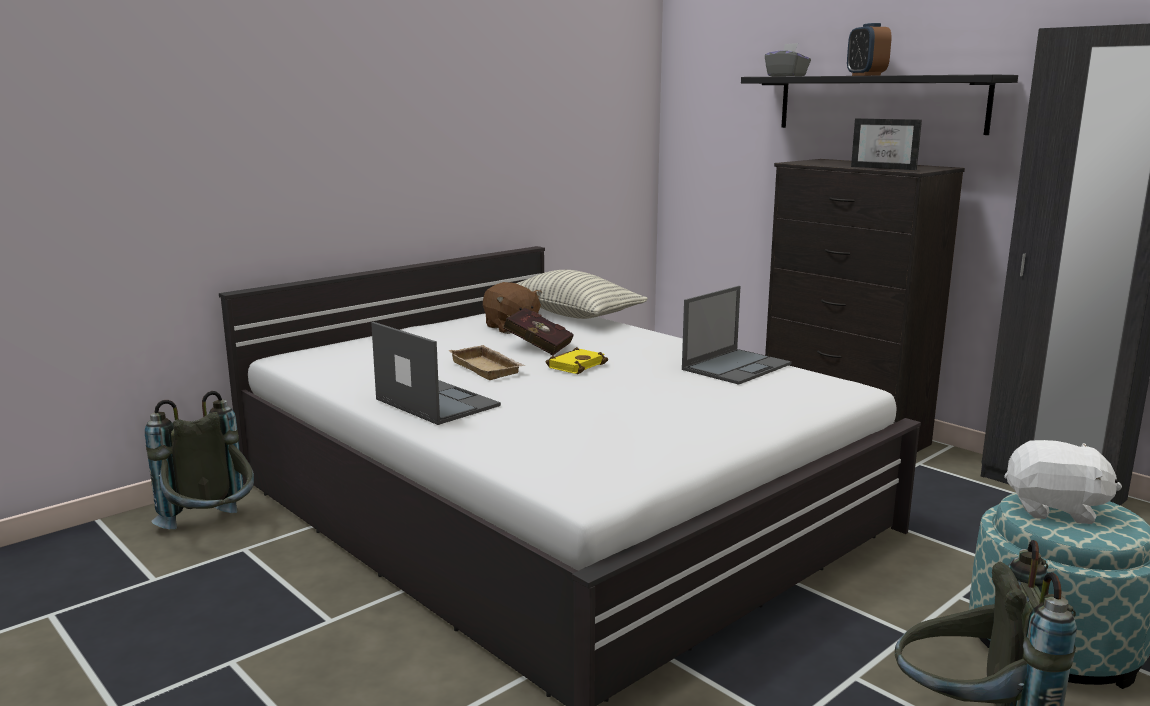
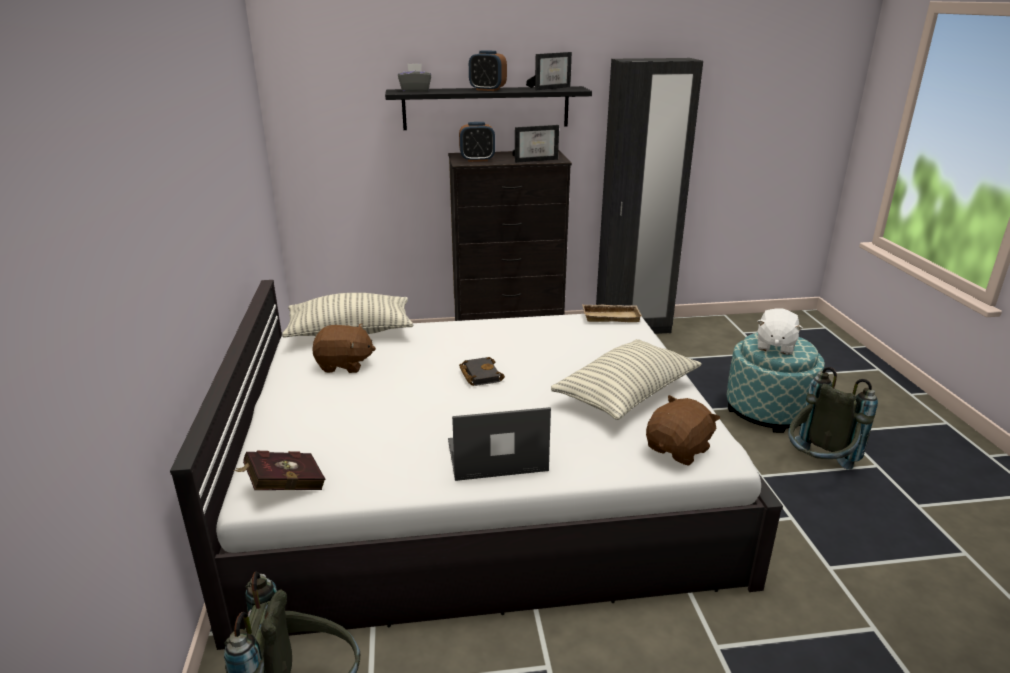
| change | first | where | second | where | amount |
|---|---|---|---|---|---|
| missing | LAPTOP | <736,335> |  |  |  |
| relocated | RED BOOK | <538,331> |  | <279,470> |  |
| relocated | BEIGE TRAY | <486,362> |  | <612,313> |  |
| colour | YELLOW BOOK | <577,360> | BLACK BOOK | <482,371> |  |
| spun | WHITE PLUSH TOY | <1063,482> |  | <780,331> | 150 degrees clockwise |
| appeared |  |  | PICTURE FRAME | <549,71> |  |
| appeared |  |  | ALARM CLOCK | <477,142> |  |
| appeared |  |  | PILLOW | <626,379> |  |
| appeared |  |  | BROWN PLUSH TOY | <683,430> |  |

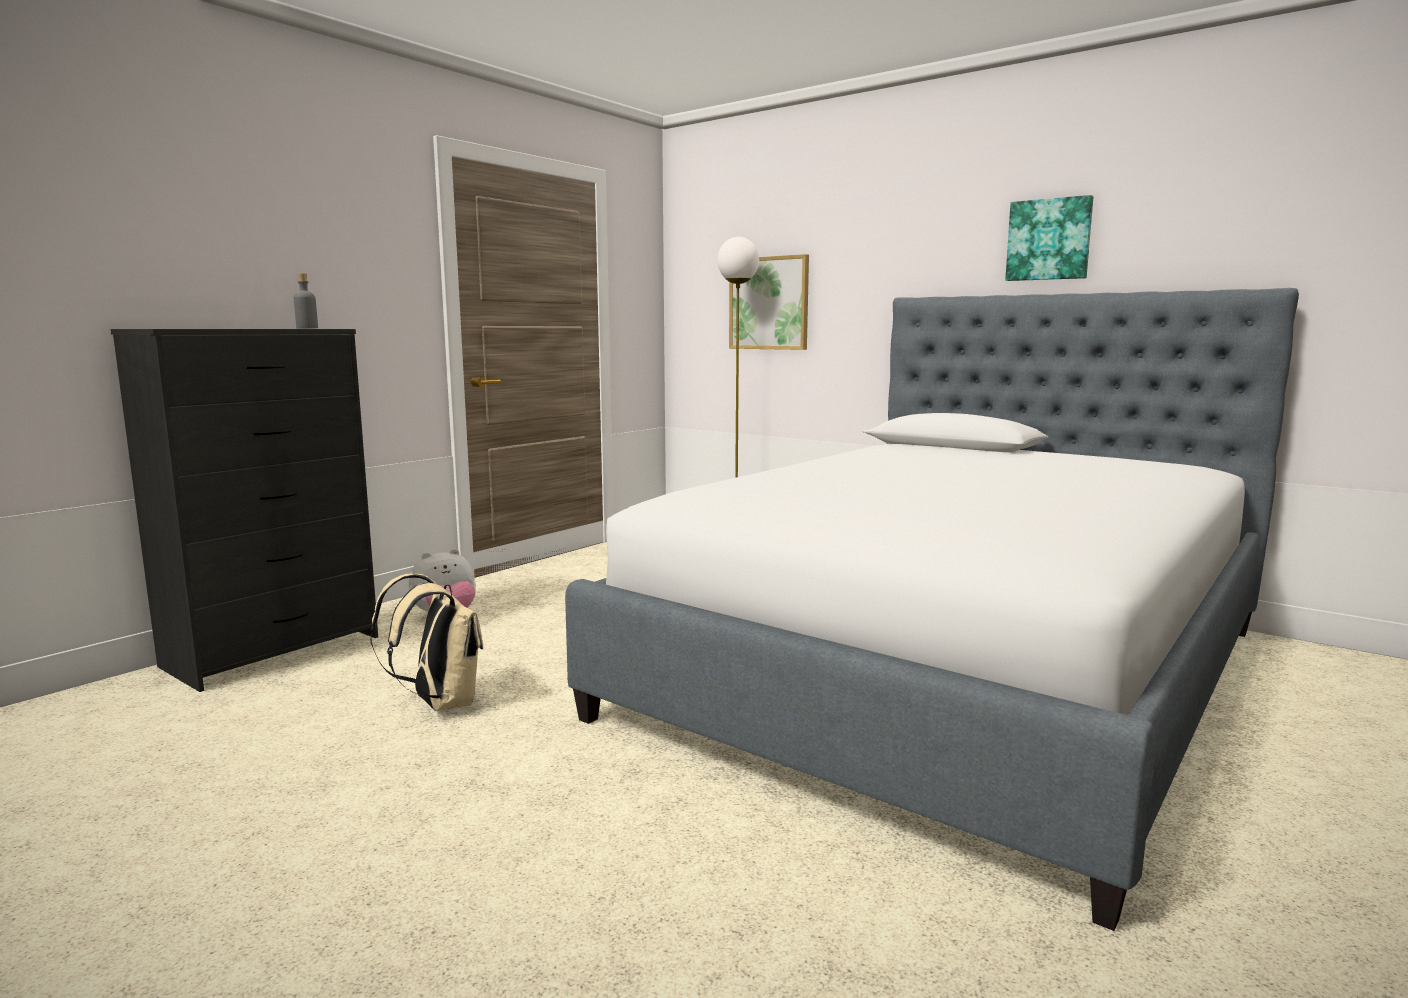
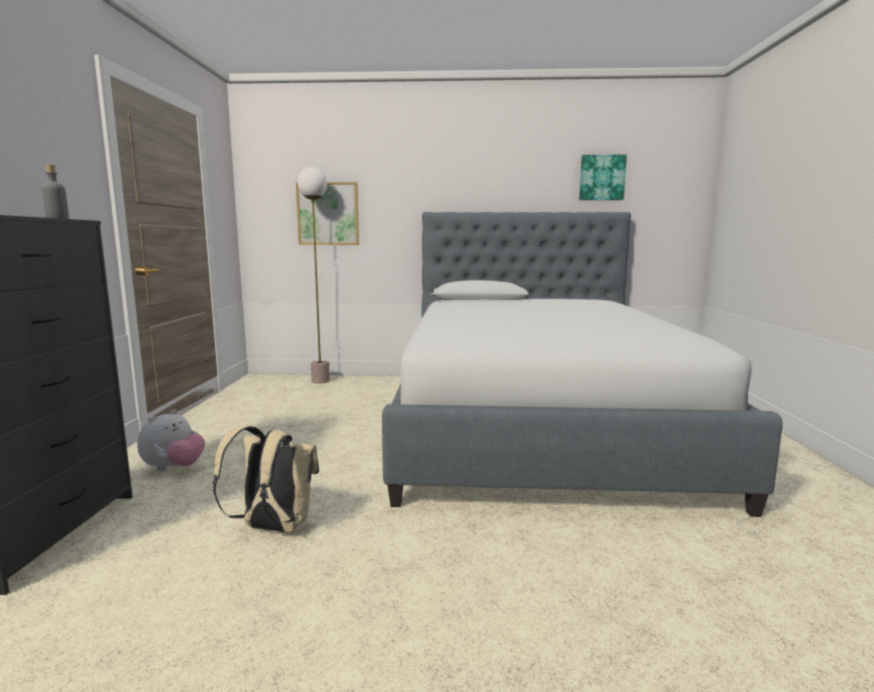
| change | first | where | second | where | amount |
|---|---|---|---|---|---|
| relocated | PICTURE | <1049,238> |  | <603,177> |  |

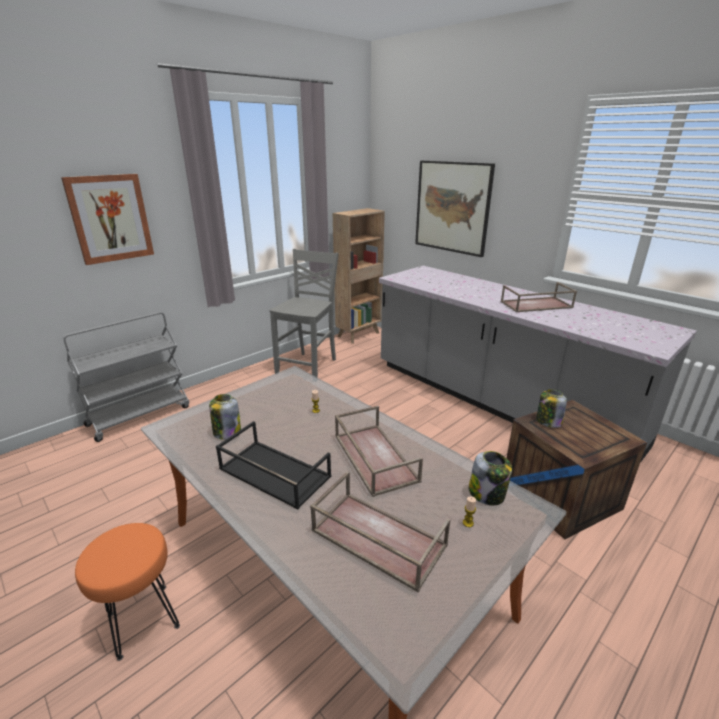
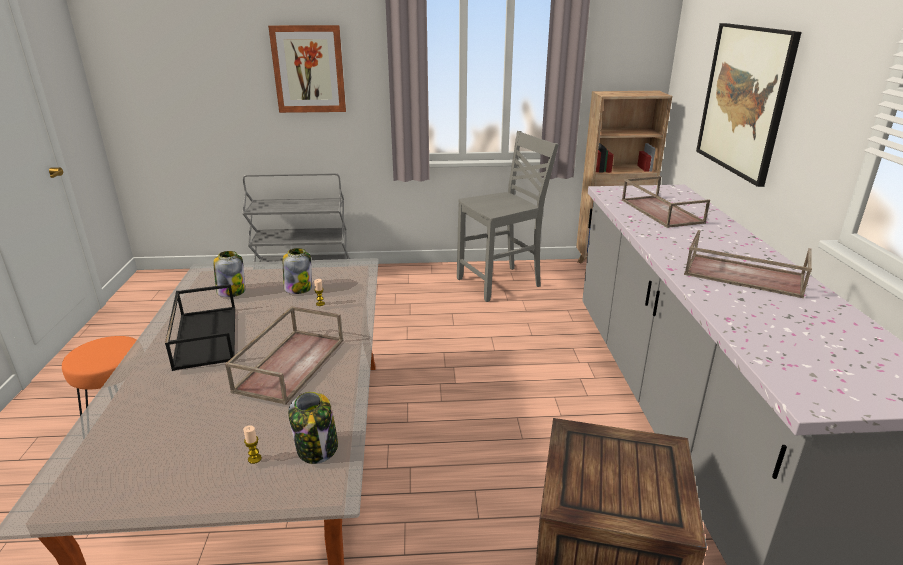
| change | first | where | second | where | amount |
|---|---|---|---|---|---|
| relocated | JAR | <551,408> |  | <297,271> |  |
| relocated | BROWN TRAY | <380,532> |  | <666,202> |  |

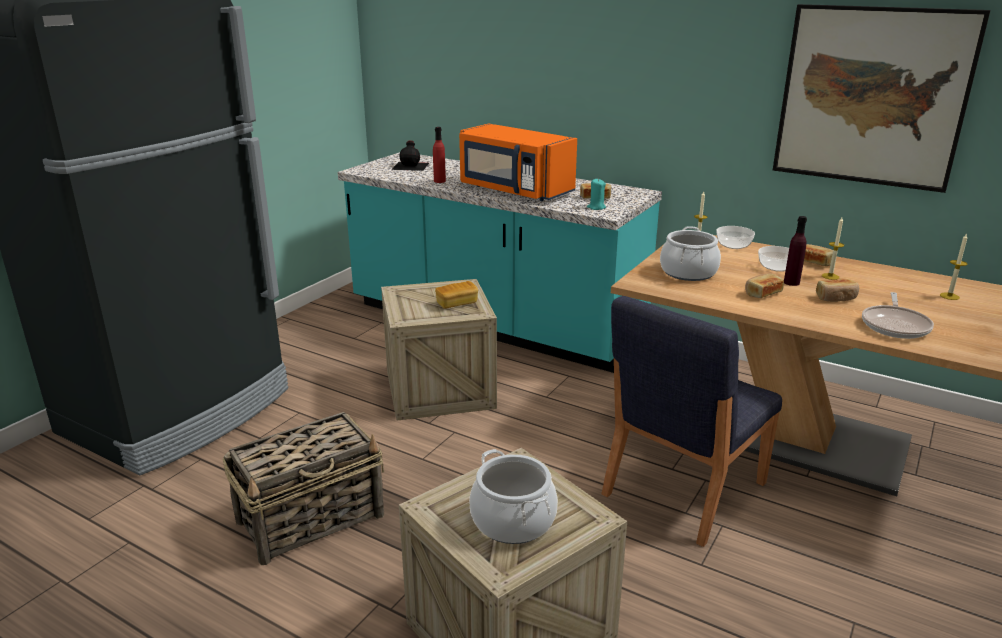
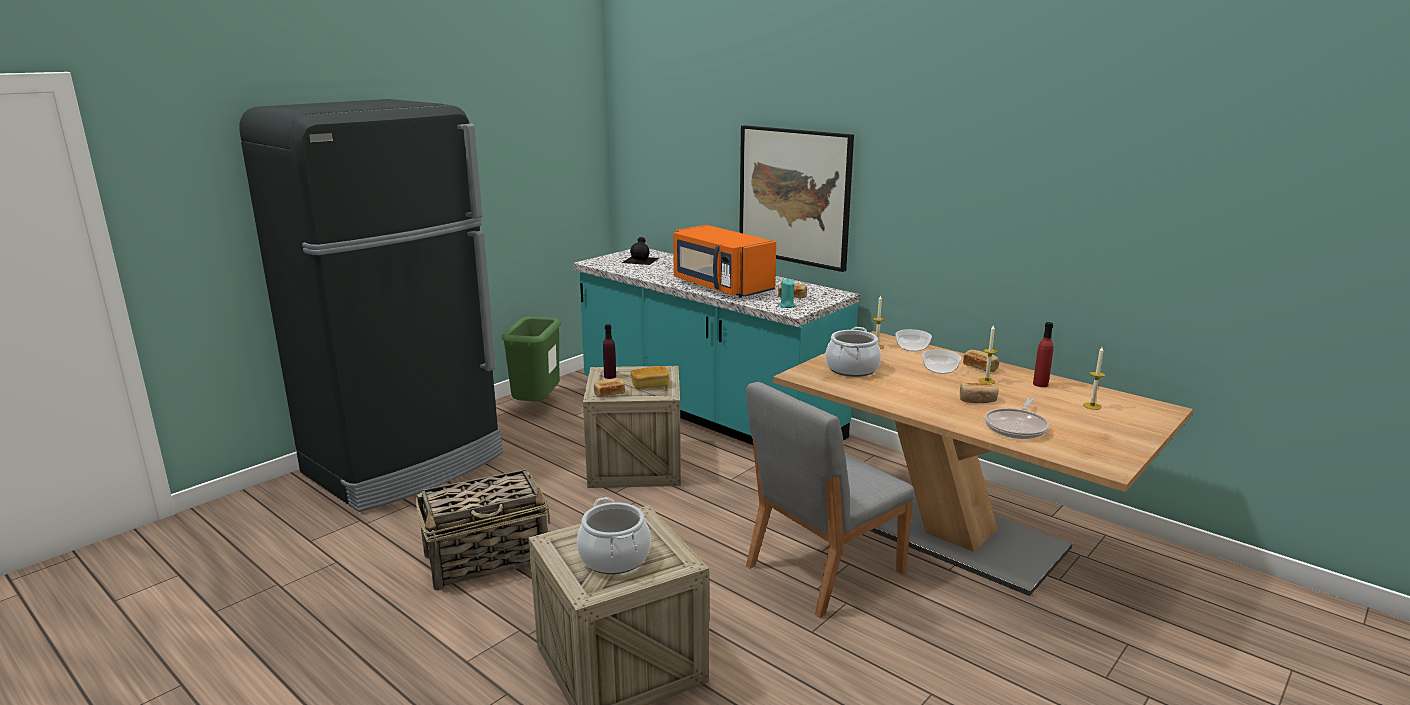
| change | first | where | second | where | amount |
|---|---|---|---|---|---|
| relocated | PICTURE | <881,98> |  | <796,198> |  |
| relocated | RED BOTTLE | <439,155> |  | <1043,354> |  |
| relocated | PURPLE BOTTLE | <795,251> |  | <609,351> |  |
| relocated | BREAD | <764,286> |  | <609,387> |  |
| colour | BLUE CHAIR | <691,421> | GREY CHAIR | <830,500> |  |
| appeared |  |  | GREEN TRASH CAN | <531,359> |  |

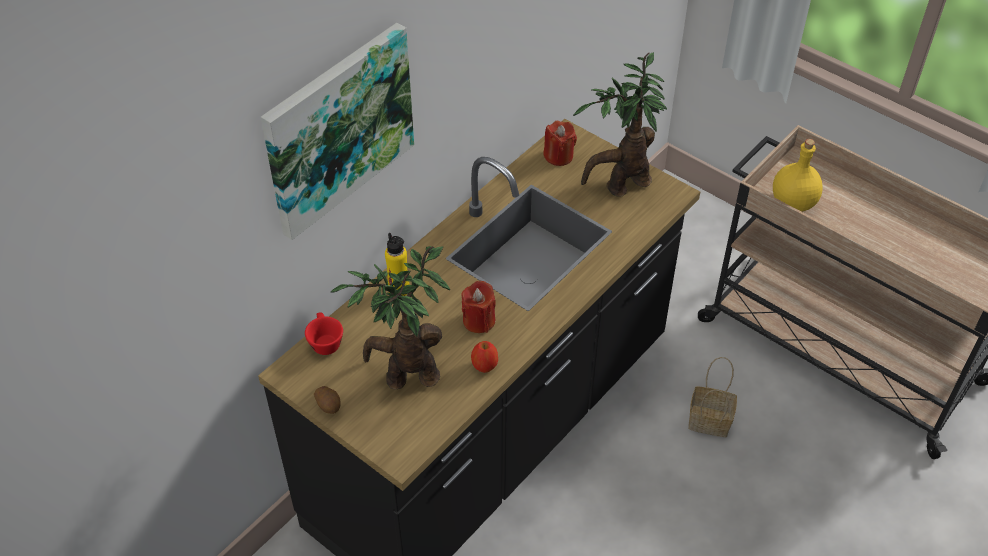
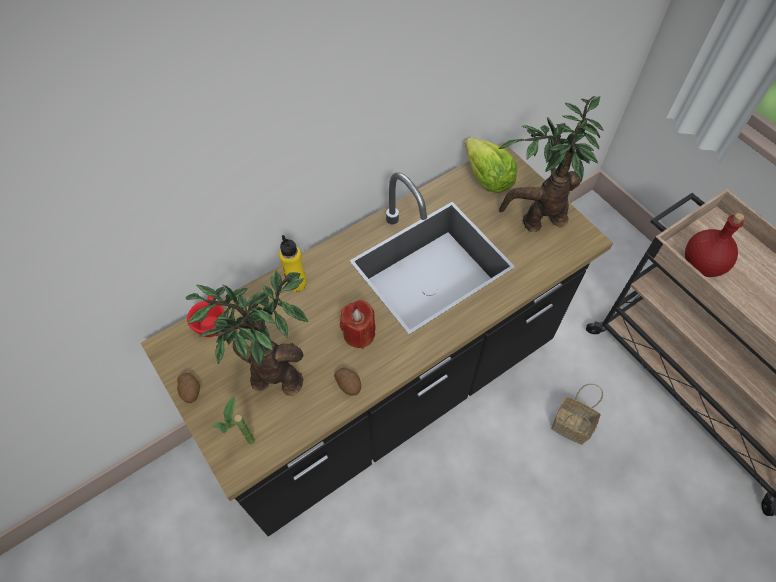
| change | first | where | second | where | amount |
|---|---|---|---|---|---|
| missing | PICTURE | <337,131> |  |  |  |
| exchanged | RED CANDLE | <560,143> | LETTUCE | <491,165> |  |
| colour | YELLOW BOTTLE | <798,175> | RED BOTTLE | <715,245> |  |
| exchanged | APPLE | <484,357> | POTATO | <347,381> |  |
| appeared |  |  | POTTED PLANT | <233,420> |  |

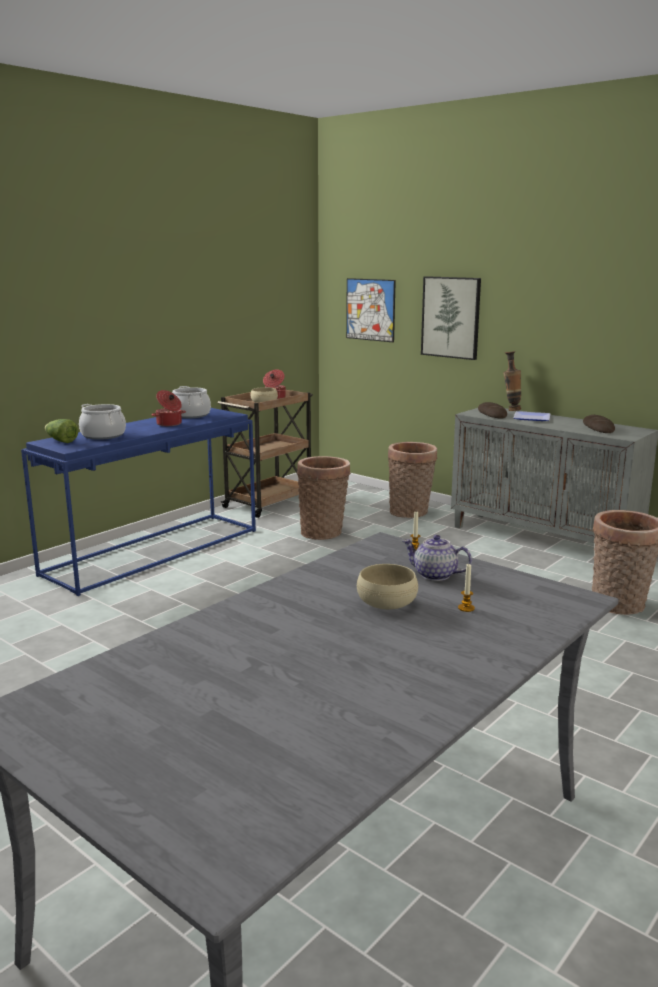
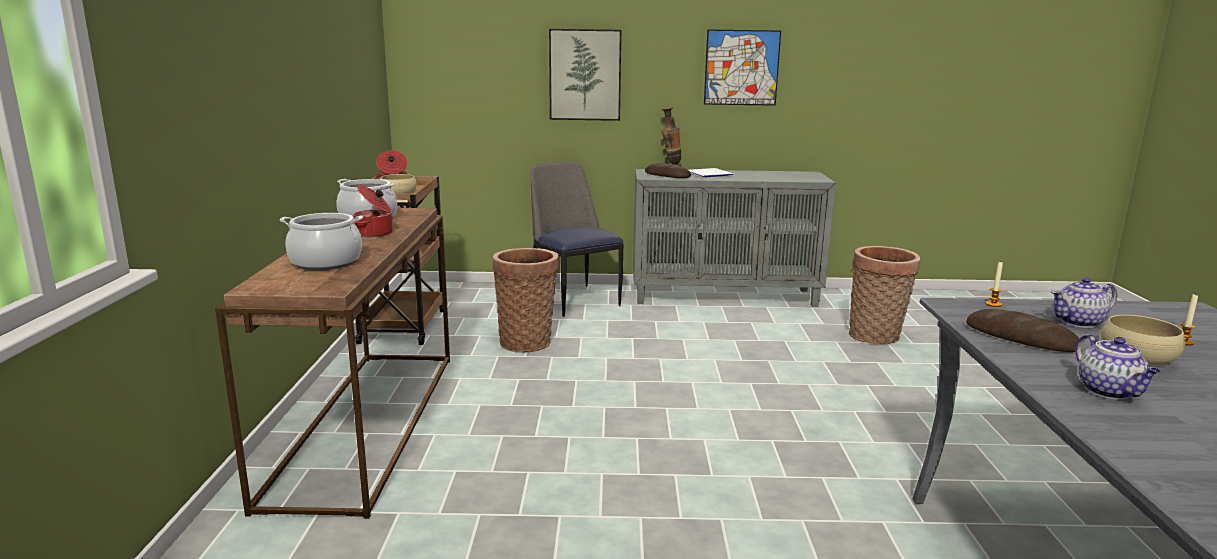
| change | first | where | second | where | amount |
|---|---|---|---|---|---|
| relocated | PICTURE | <371,310> |  | <742,68> |  |
| colour | BLUE CONSOLE TABLE | <138,502> | BROWN CONSOLE TABLE | <332,363> |  |
| relocated | BREAD | <599,424> |  | <1022,330> |  |
| missing | LETTUCE | <61,431> |  |  |  |
| exchanged | BASKET | <412,480> | CHAIR | <577,239> |  |
| appeared |  |  | TEAPOT | <1118,366> |  |

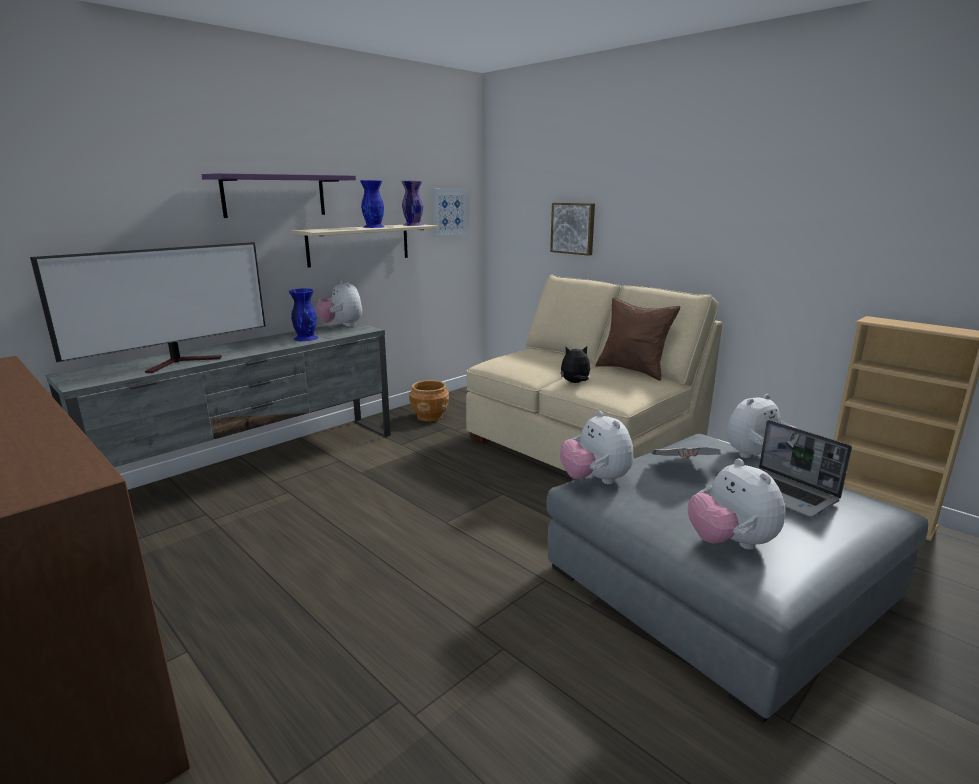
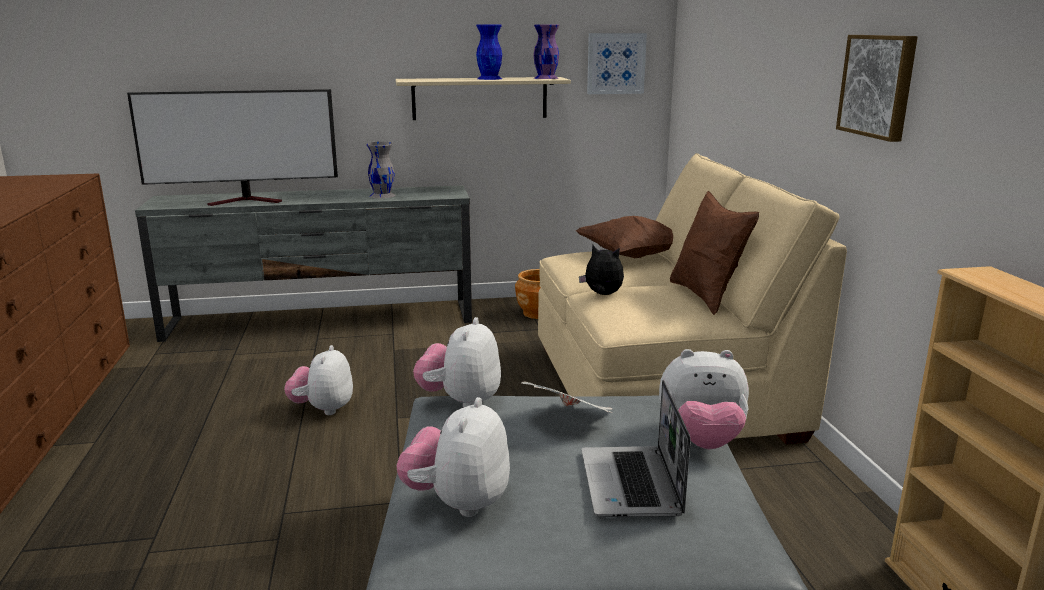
| change | first | where | second | where | amount |
|---|---|---|---|---|---|
| missing | PURPLE SHELF | <279,195> |  |  |  |
| relocated | PICTURE | <572,229> |  | <877,88> |  |
| relocated | PLUSH TOY | <339,303> |  | <318,380> |  |
| colour | BLUE VASE | <303,314> | GREY VASE | <381,170> |  |
| appeared |  |  | BROWN PILLOW | <624,237> |  |

